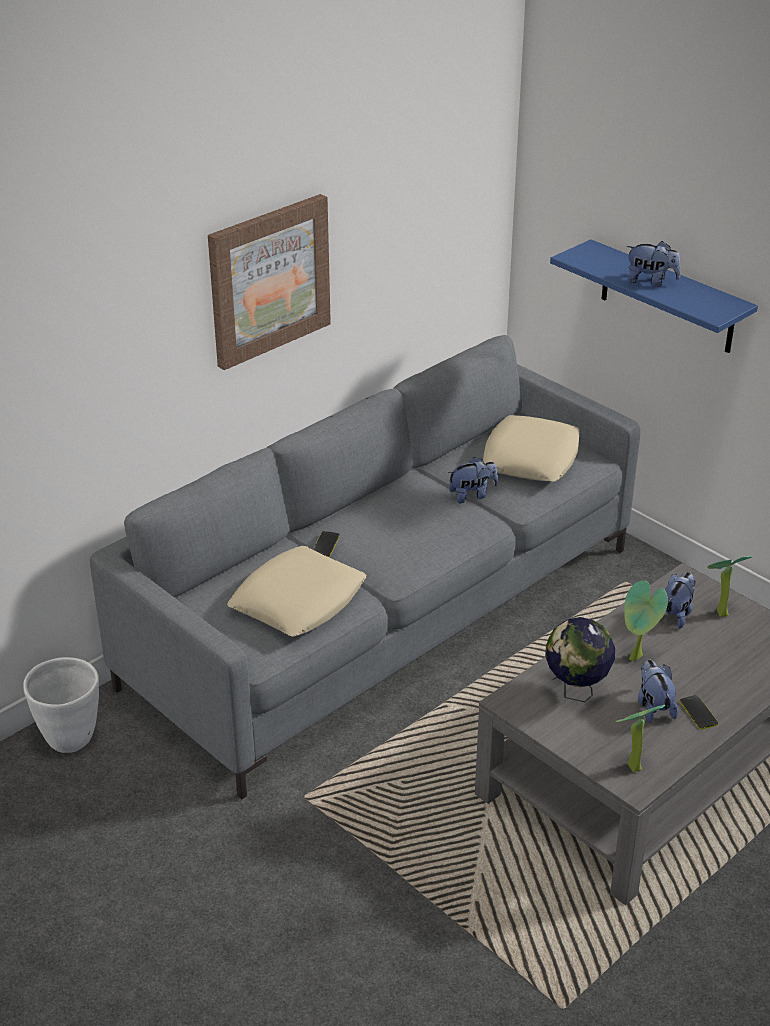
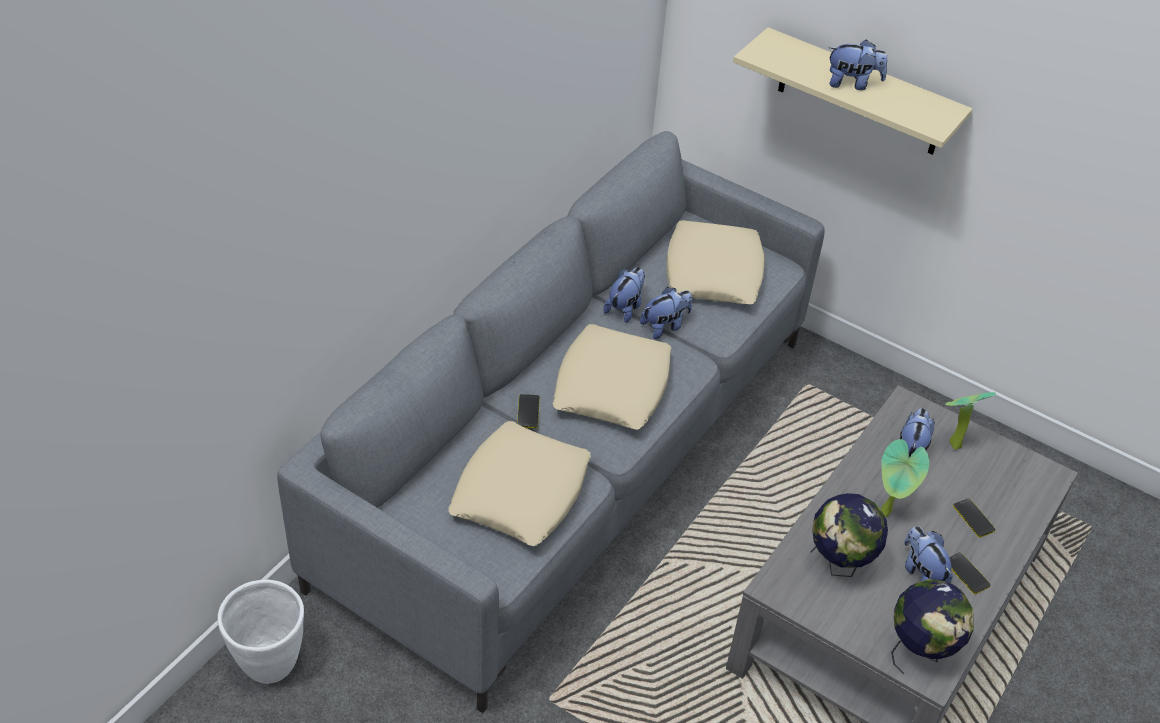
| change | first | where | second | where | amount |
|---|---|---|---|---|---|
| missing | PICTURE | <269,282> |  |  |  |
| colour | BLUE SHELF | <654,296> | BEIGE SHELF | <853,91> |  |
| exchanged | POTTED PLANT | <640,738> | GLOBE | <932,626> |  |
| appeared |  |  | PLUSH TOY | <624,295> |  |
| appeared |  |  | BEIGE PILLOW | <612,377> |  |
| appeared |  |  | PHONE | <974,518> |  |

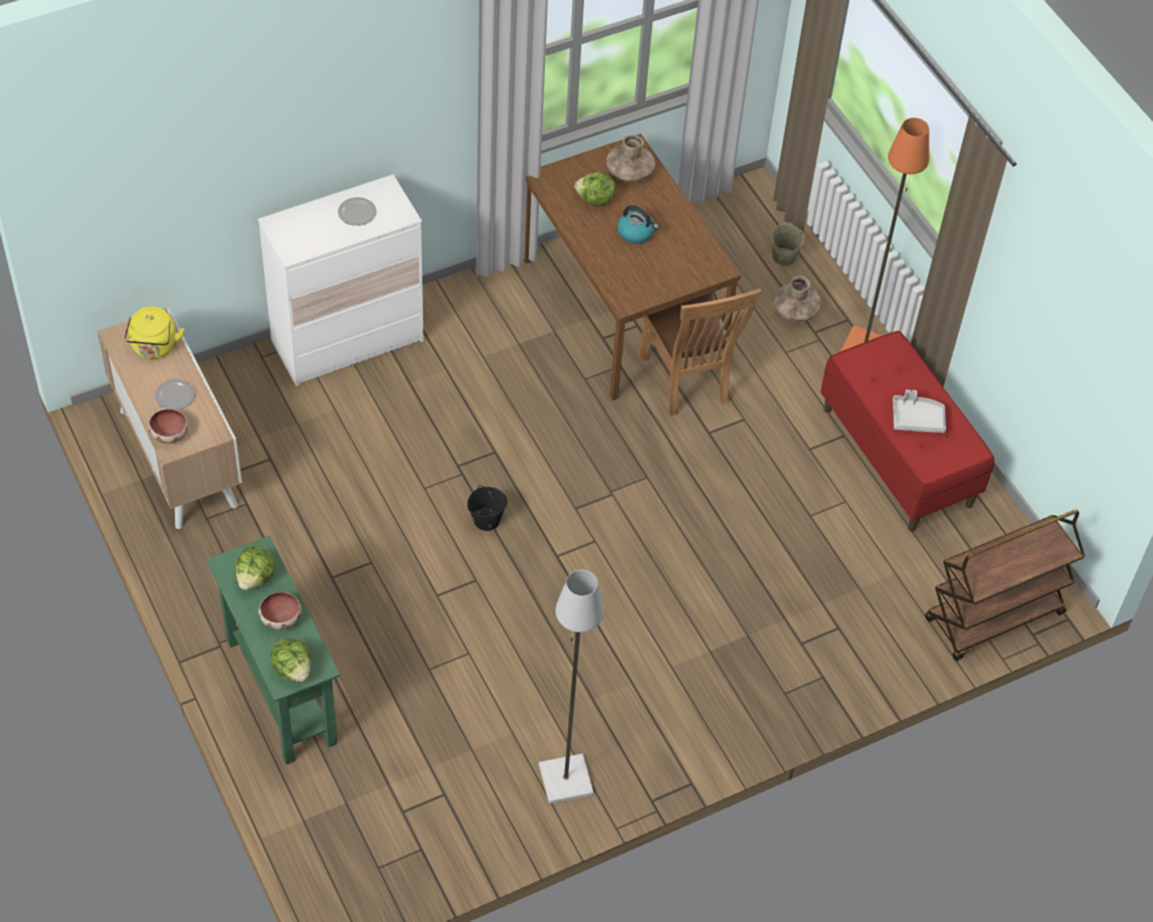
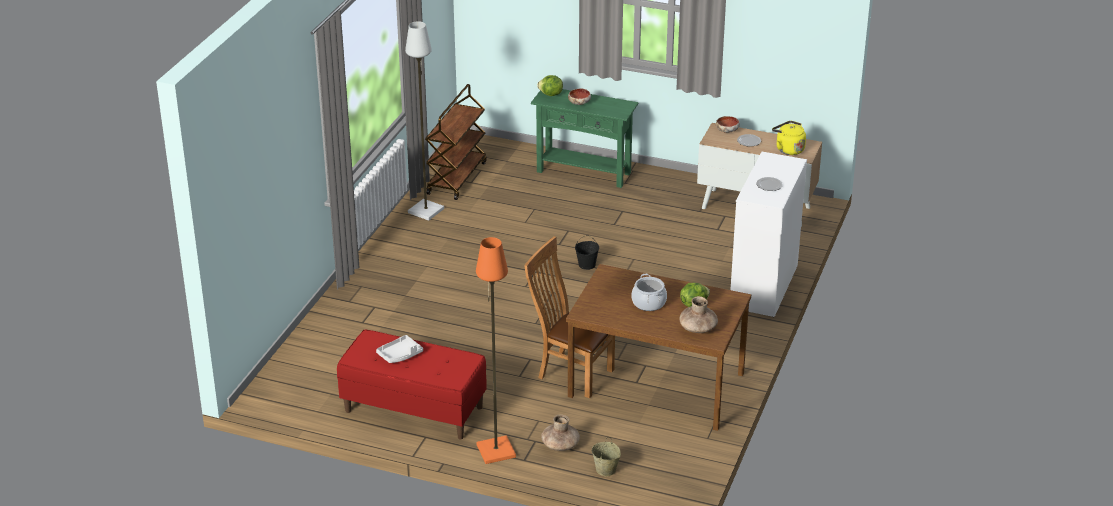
| change | first | where | second | where | amount |
|---|---|---|---|---|---|
| exchanged | KETTLE | <638,224> | COOKING POT | <649,292> |  |
| relocated | BROWN CART | <1005,585> |  | <456,142> |  |
| missing | LETTUCE | <255,568> |  |  |  |

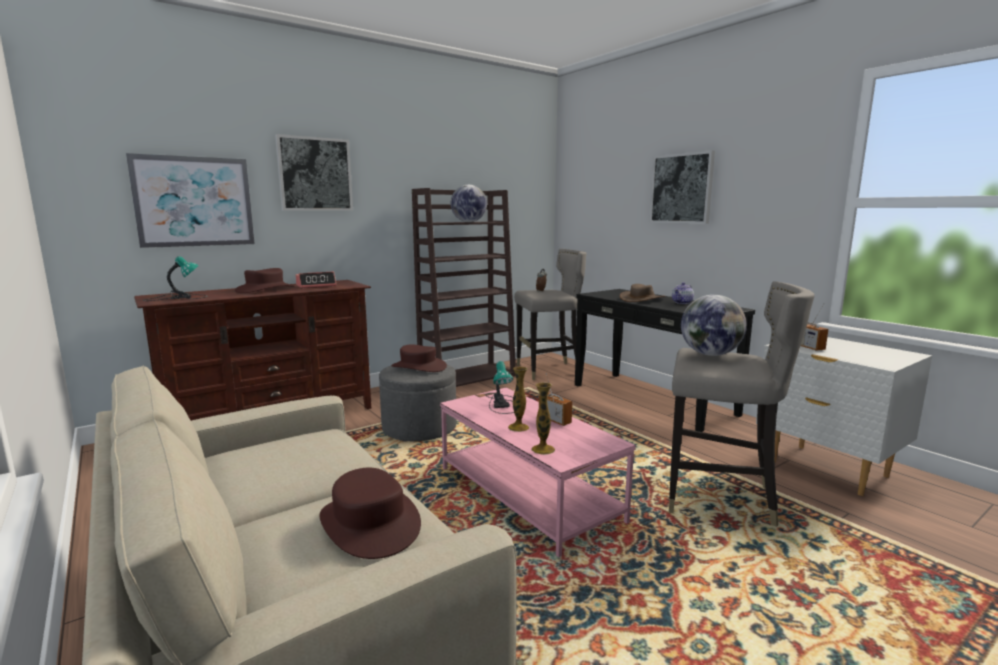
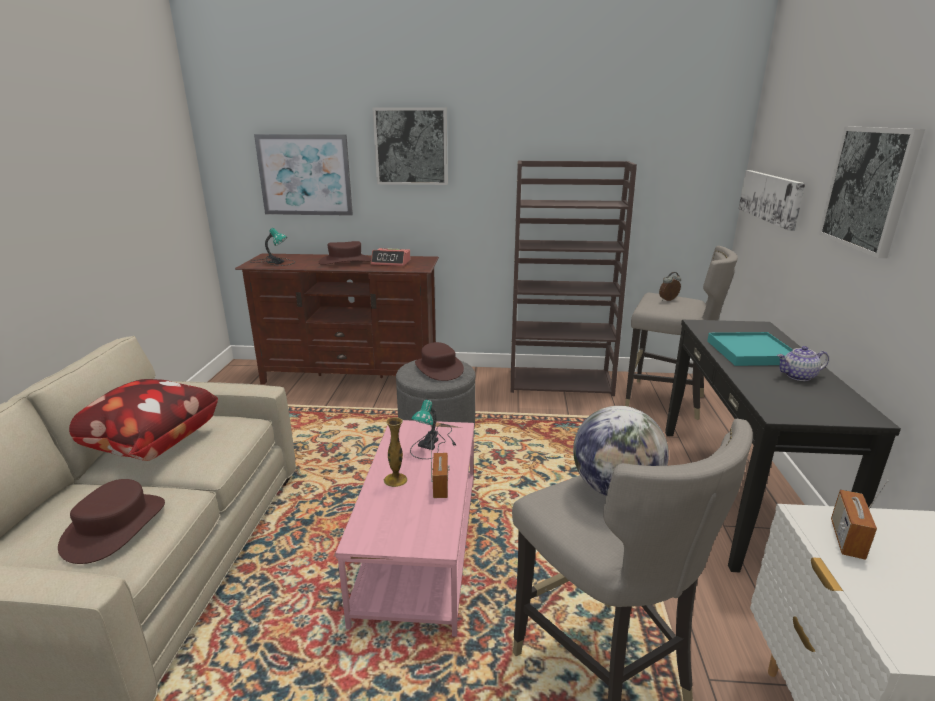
| change | first | where | second | where | amount |
|---|---|---|---|---|---|
| missing | GLOBE | <469,203> |  |  |  |
| exchanged | BROWN HAT | <642,293> | TURQUOISE TRAY | <750,349> |  |
| missing | VASE | <543,418> |  |  |  |
| appeared |  |  | PICTURE | <772,200> |  |
| appeared |  |  | PILLOW | <143,420> |  |

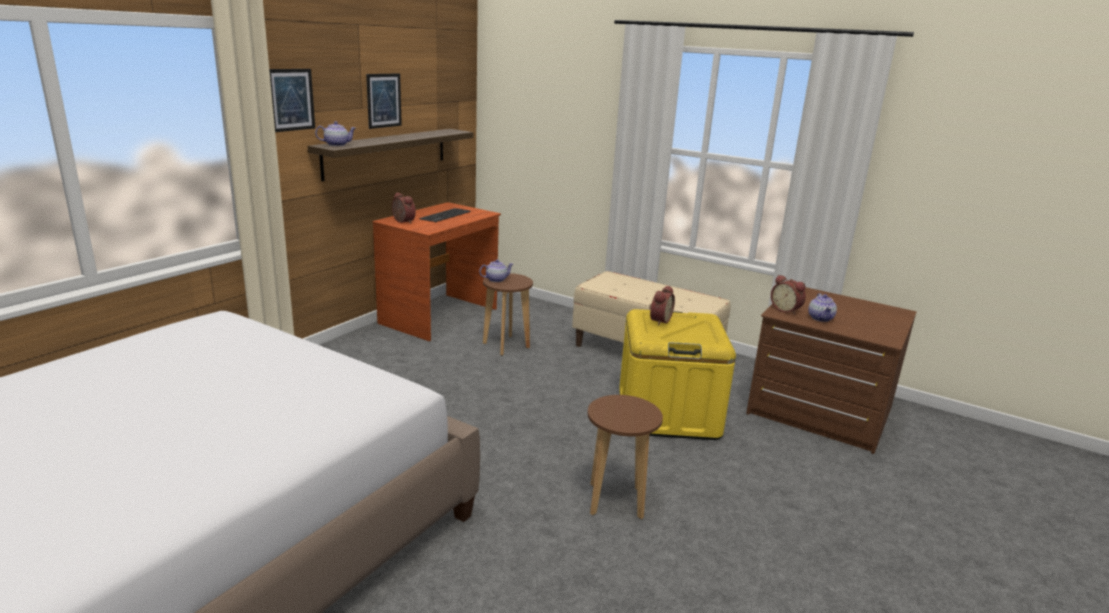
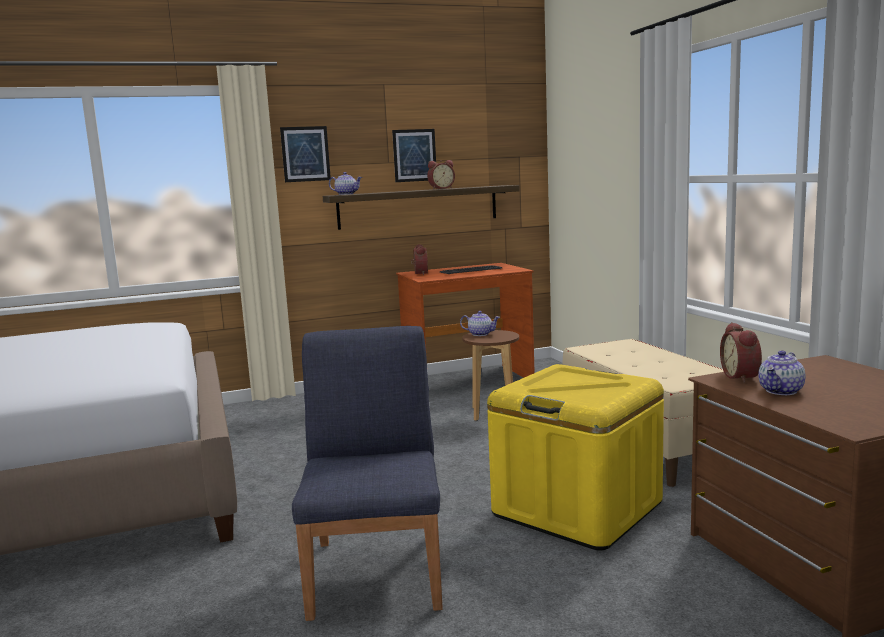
| change | first | where | second | where | amount |
|---|---|---|---|---|---|
| relocated | ALARM CLOCK | <662,306> |  | <441,174> |  |
| exchanged | BROWN STOOL | <625,457> | BLUE CHAIR | <367,473> |  |

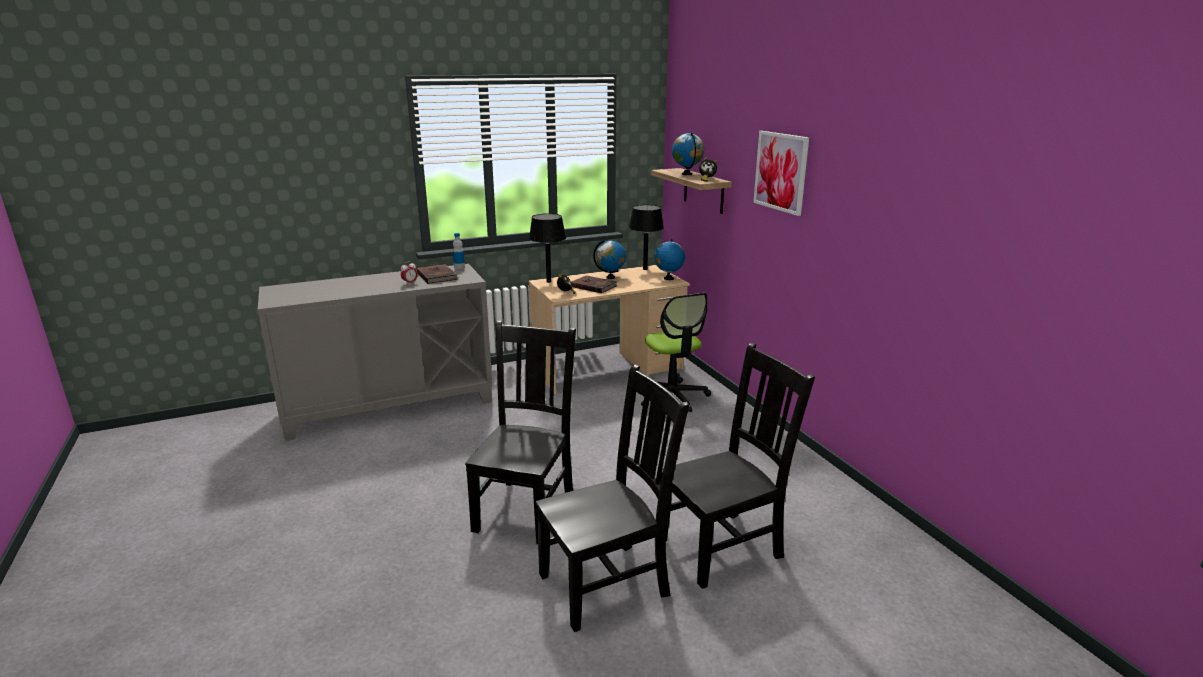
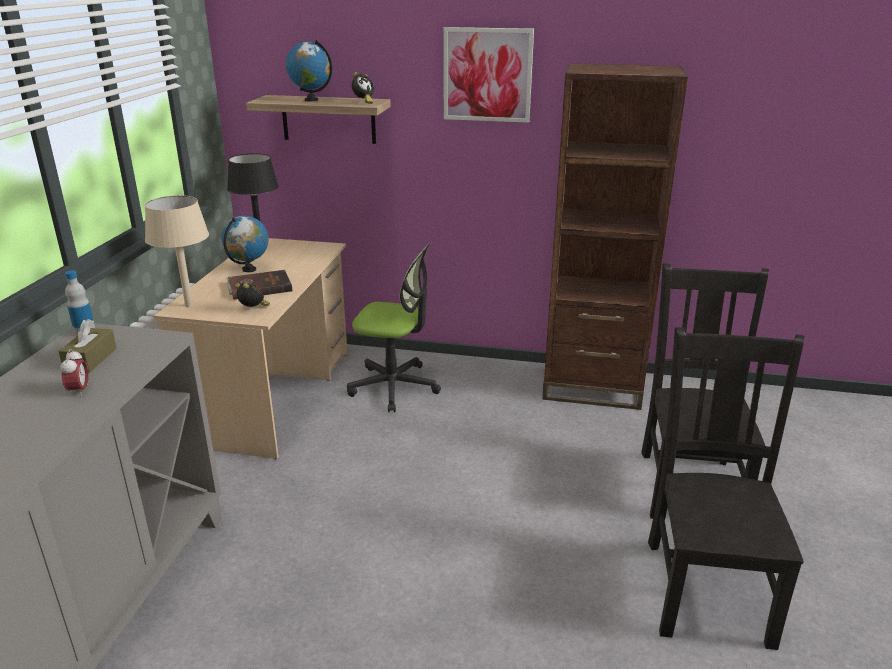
| change | first | where | second | where | amount |
|---|---|---|---|---|---|
| colour | BLACK TABLE LAMP | <547,248> | BEIGE TABLE LAMP | <177,251> |  |
| missing | GLOBE | <669,259> |  |  |  |
| exchanged | BROWN BOOK | <437,274> | BROWN TISSUE BOX | <87,346> |  |
| missing | BLACK CHAIR | <520,432> |  |  |  |
| appeared |  |  | BROWN BOOKCASE | <615,236> |  |

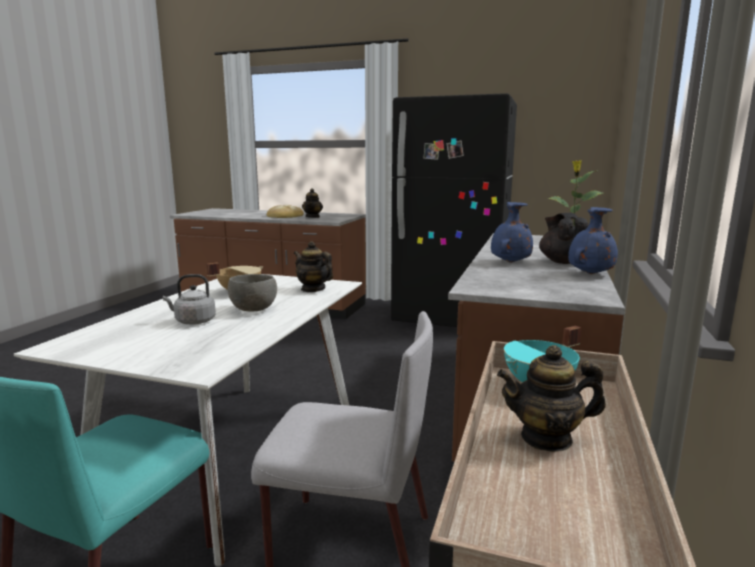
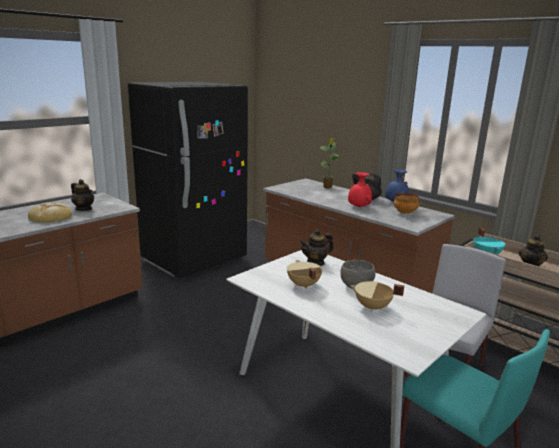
| change | first | where | second | where | amount |
|---|---|---|---|---|---|
| colour | BLUE VASE | <512,232> | RED VASE | <360,189> |  |
| exchanged | GREY KETTLE | <189,299> | BEIGE COOKING POT | <377,296> |  |
| appeared |  |  | BOWL | <407,203> |  |

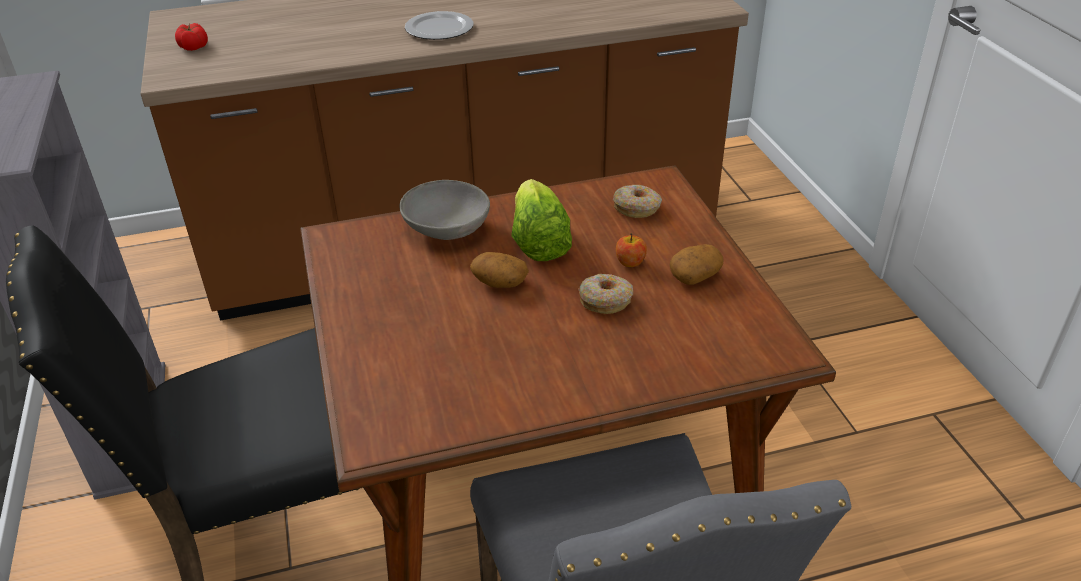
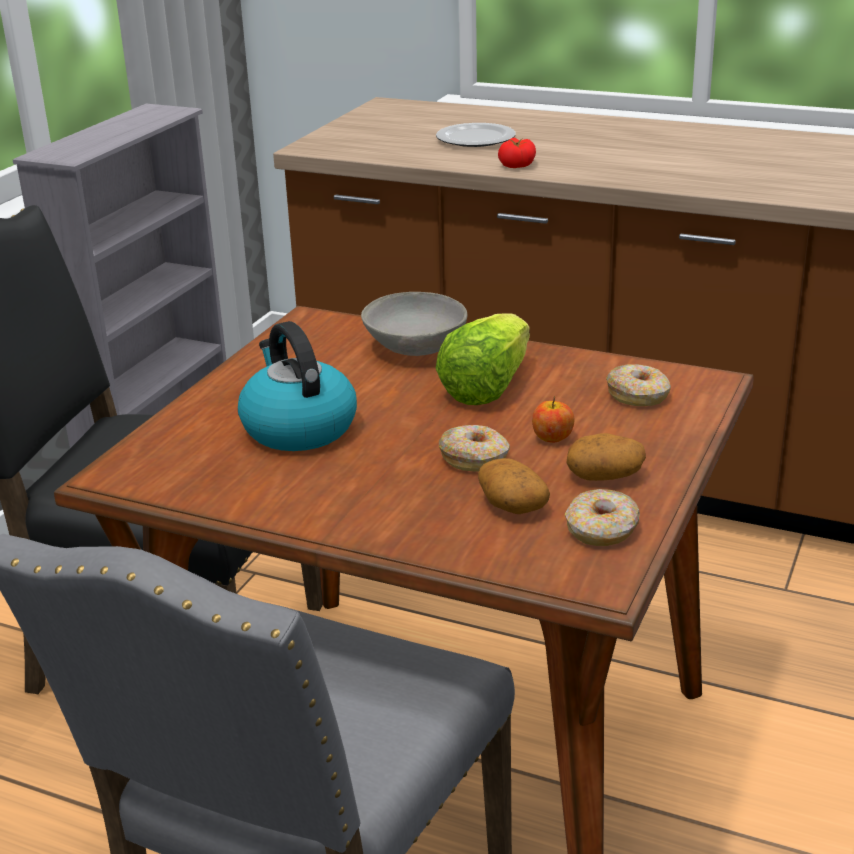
| change | first | where | second | where | amount |
|---|---|---|---|---|---|
| relocated | PLATE | <439,25> |  | <476,135> |  |
| relocated | TOMATO | <191,37> |  | <517,152> |  |
| relocated | POTATO | <499,270> |  | <514,486> |  |
| appeared |  |  | KETTLE | <297,386> |  |
| appeared |  |  | DONUT | <602,517> |  |

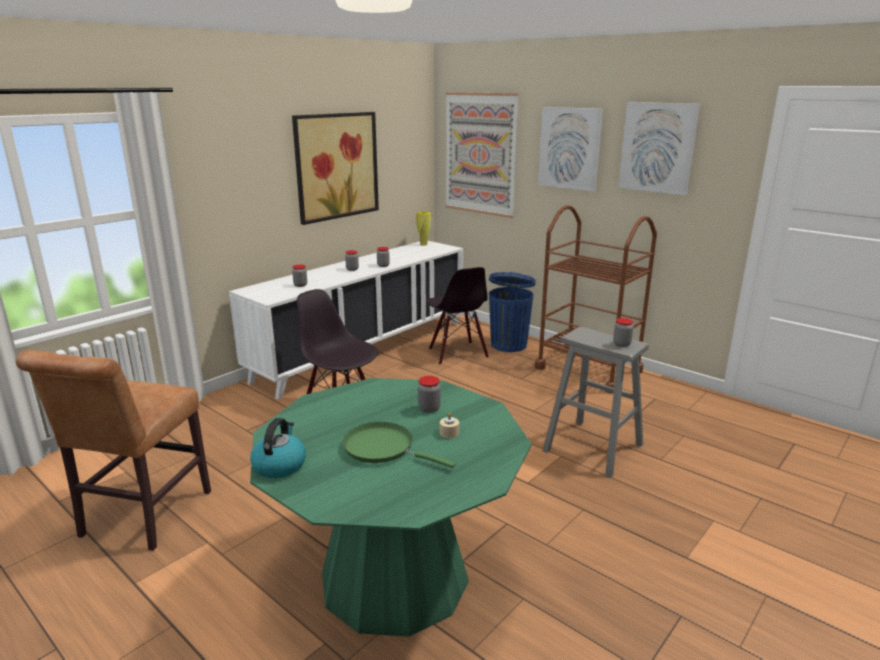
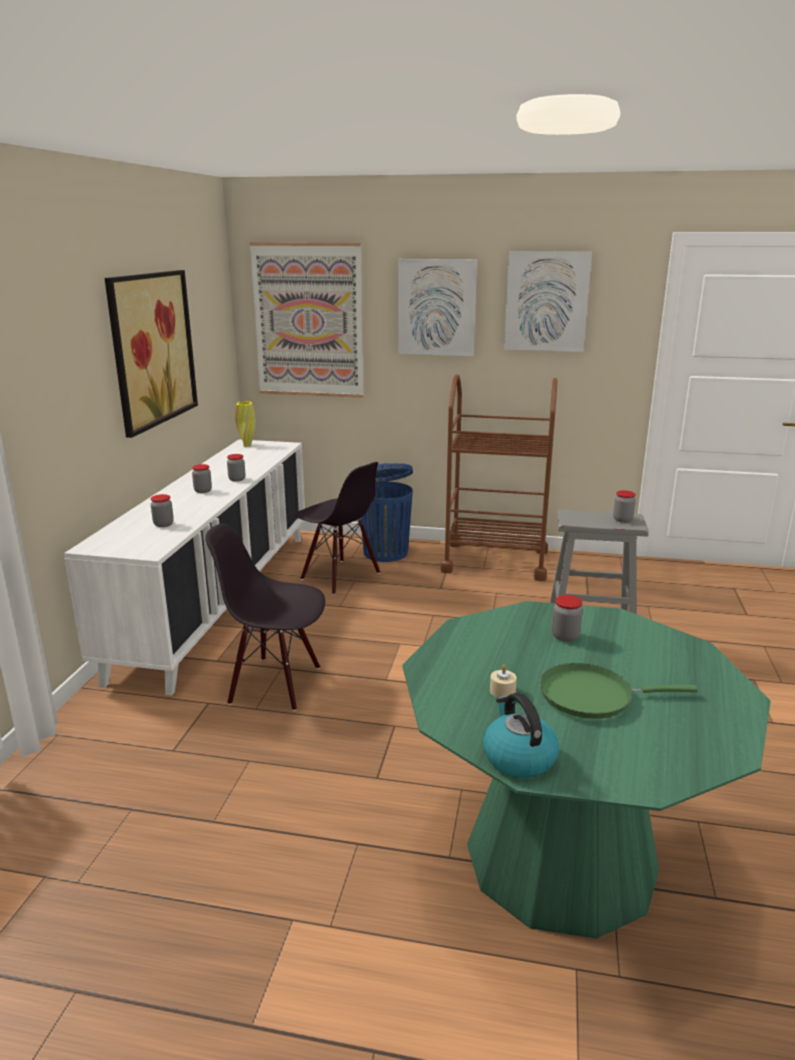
| change | first | where | second | where | amount |
|---|---|---|---|---|---|
| missing | BROWN CHAIR | <113,450> |  |  |  |
| relocated | BEIGE CANDLE | <449,425> |  | <503,681> |  |

